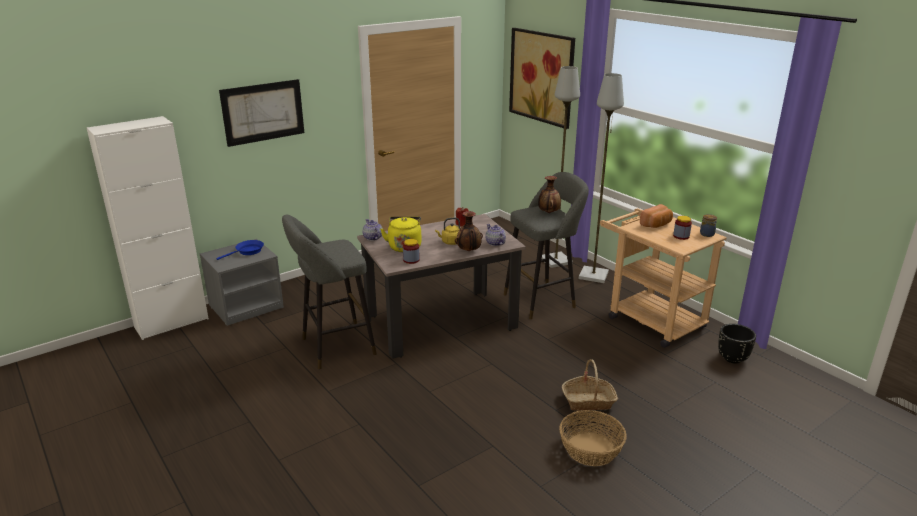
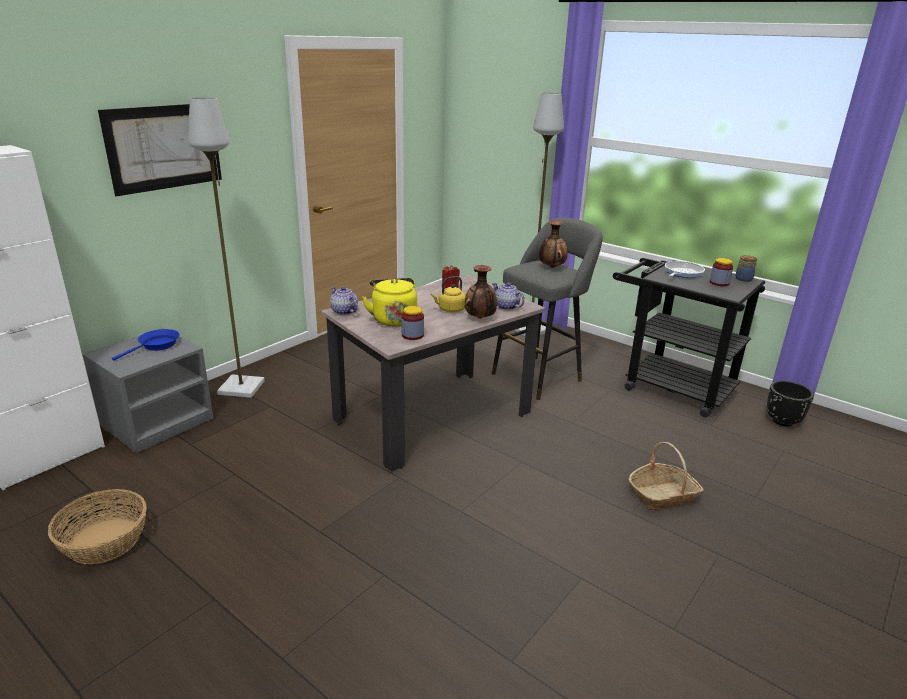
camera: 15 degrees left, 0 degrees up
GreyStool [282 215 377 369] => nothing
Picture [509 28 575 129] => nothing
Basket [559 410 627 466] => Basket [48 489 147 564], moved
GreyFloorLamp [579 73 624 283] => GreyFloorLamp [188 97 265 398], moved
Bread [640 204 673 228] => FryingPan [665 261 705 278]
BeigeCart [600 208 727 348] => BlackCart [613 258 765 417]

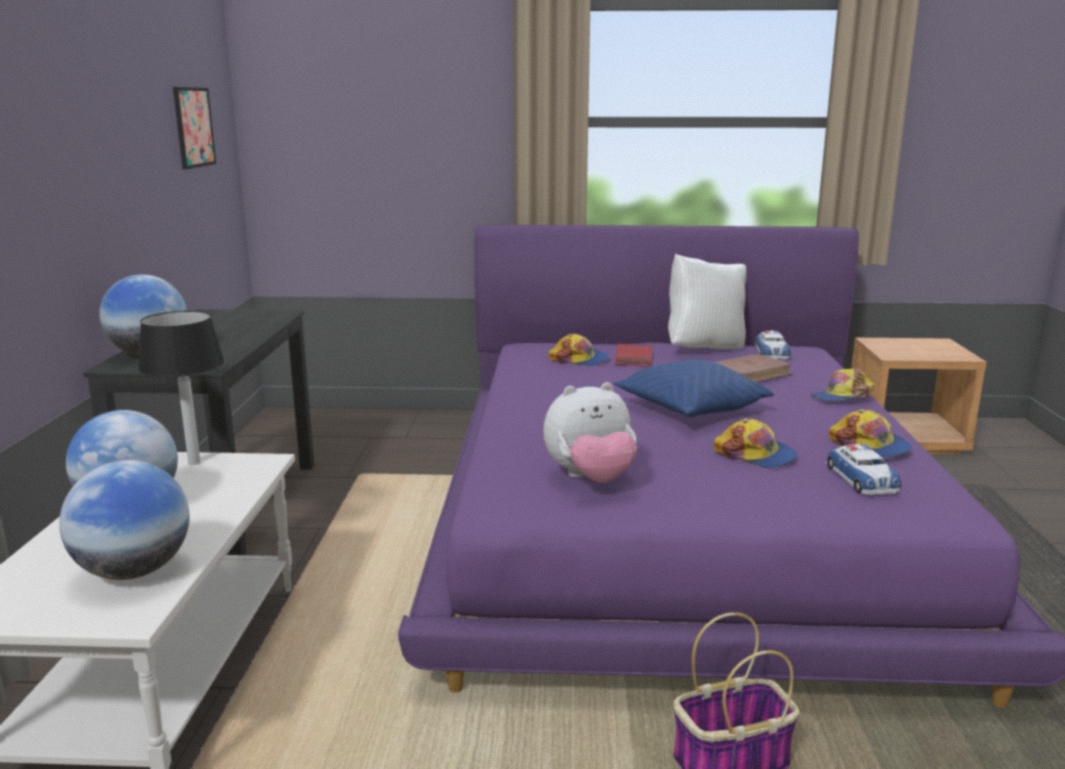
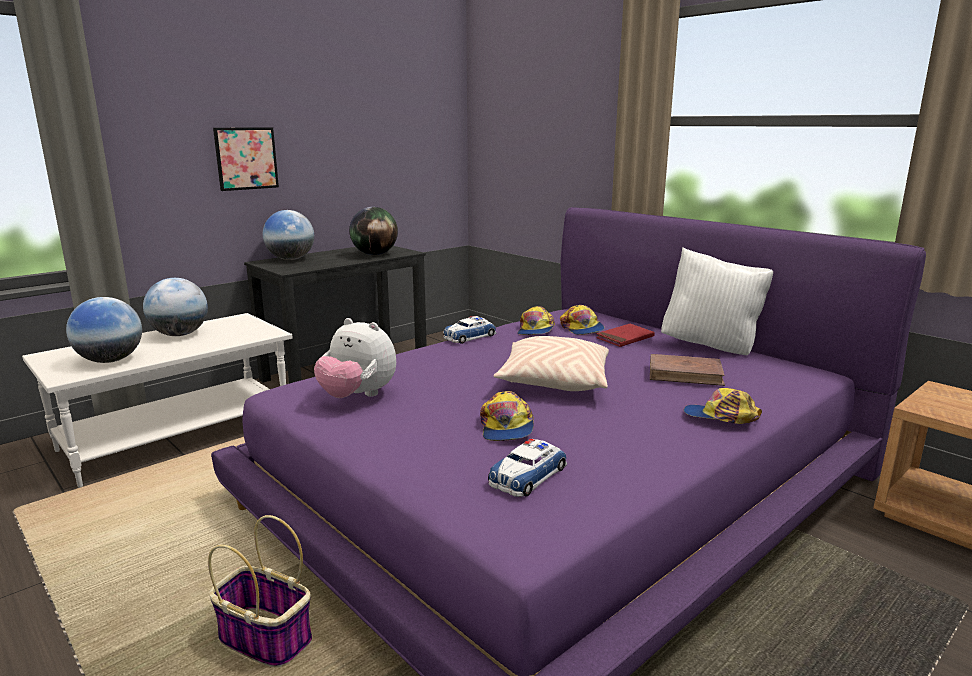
camera: 45 degrees right, 0 degrees up
TableLamp [138 311 224 465] => nothing
nothing => Globe [349 207 398 255]
Picture [173 87 216 169] => Picture [213 127 279 191], moved
ToyCar [754 330 791 360] => ToyCar [443 316 496 344], moved
Cap [829 409 912 459] => Cap [517 306 555 335], moved
BluePillow [614 360 774 417] => BeigePillow [493 336 609 391]

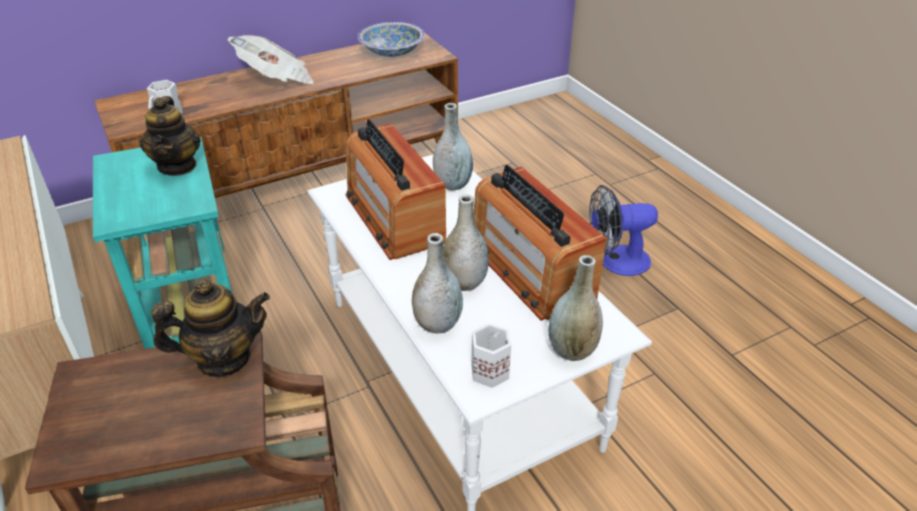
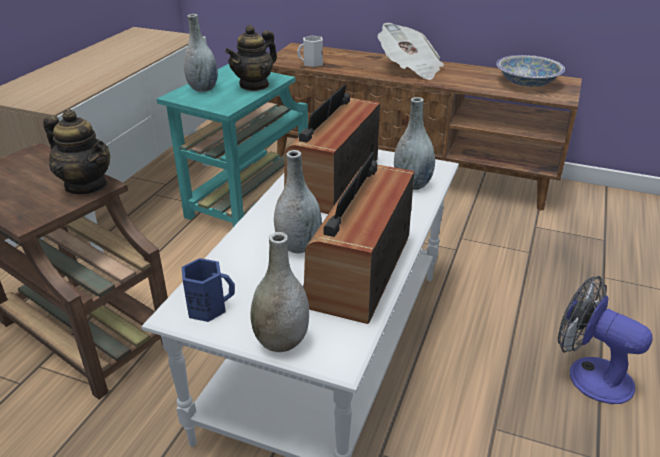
camera: 50 degrees right, 5 degrees down
GreyVase [412 233 463 334] => GreyVase [184 14 218 92], moved
WhiteMug [472 324 511 388] => BlueMug [182 258 235 322]

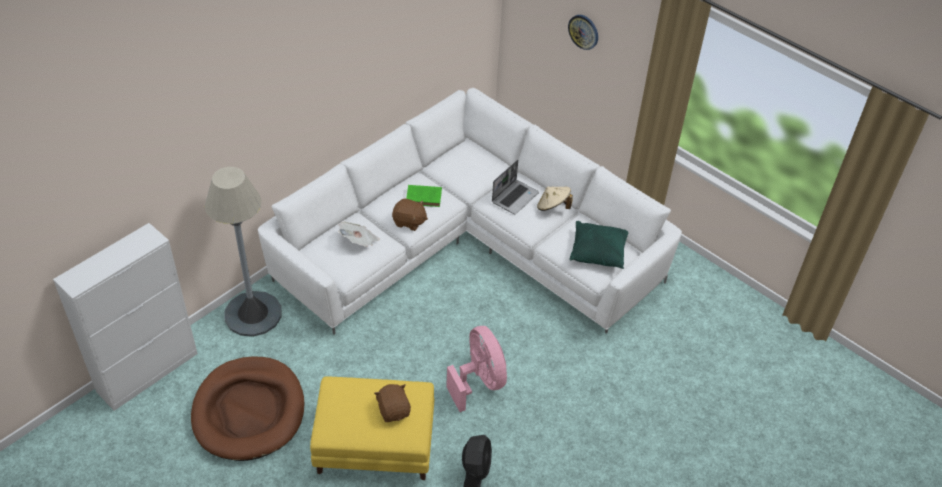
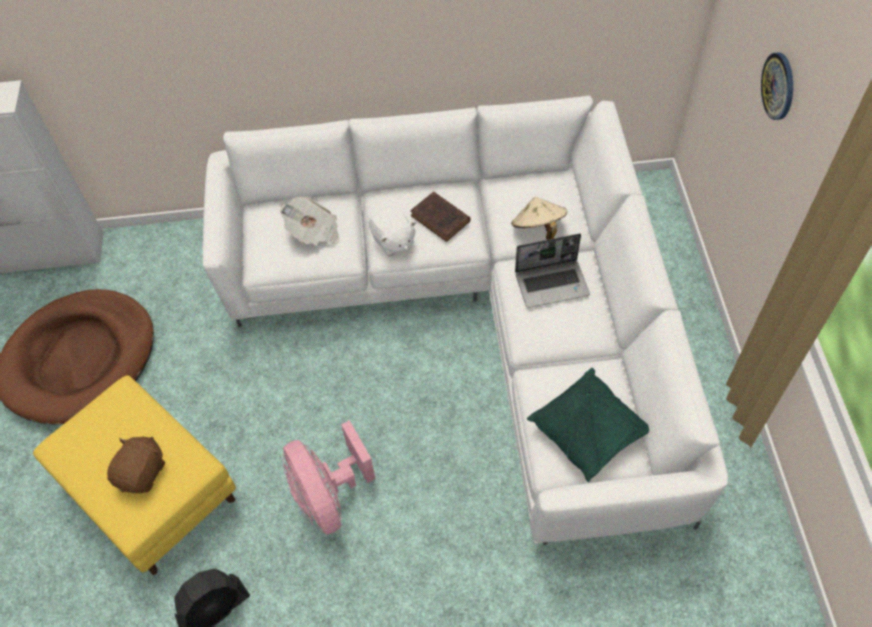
camera: 45 degrees right, 10 degrees up
GreyFloorLamp [205 167 282 337] => nothing
BeigeHat [537 186 573 211] => BeigeHat [511 196 567 240], moved
BrownPlushToy [392 198 428 231] => WhitePlushToy [369 206 416 256]
GreenBook [406 185 442 207] => BrownBook [410 192 470 242]
PinkFan [446 326 507 412] => PinkFan [283 420 376 535], 135 degrees clockwise

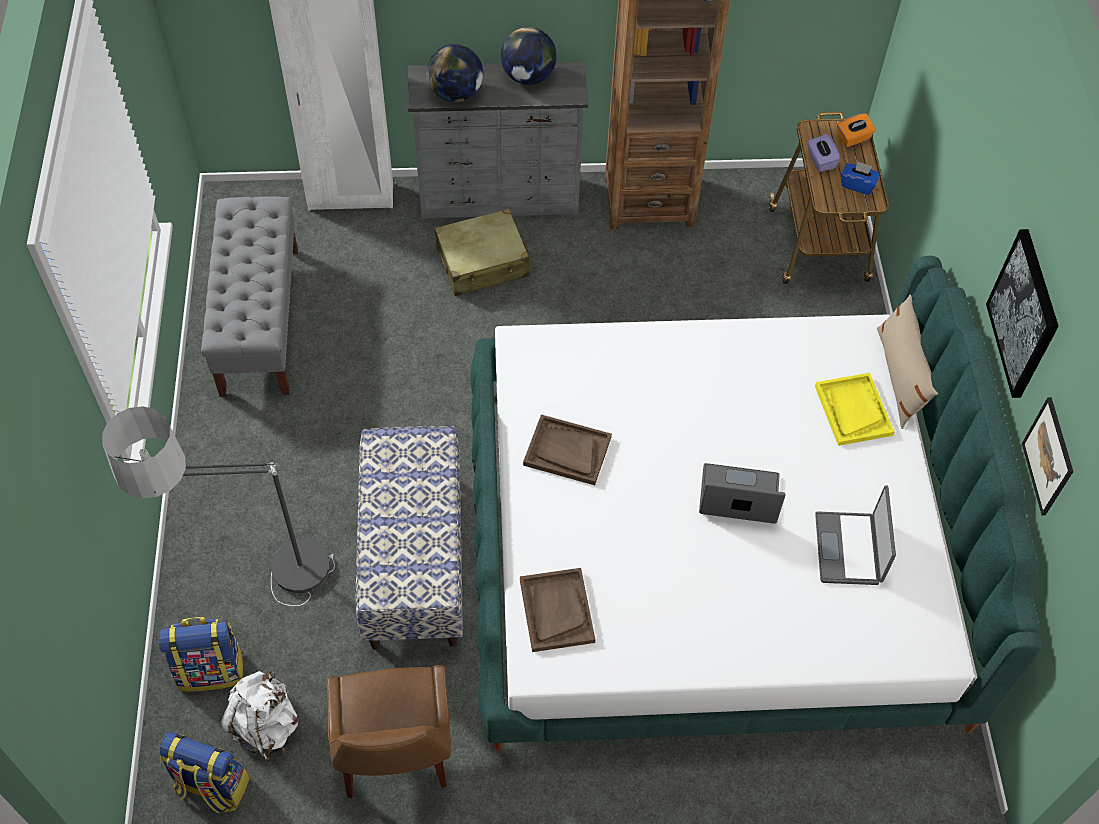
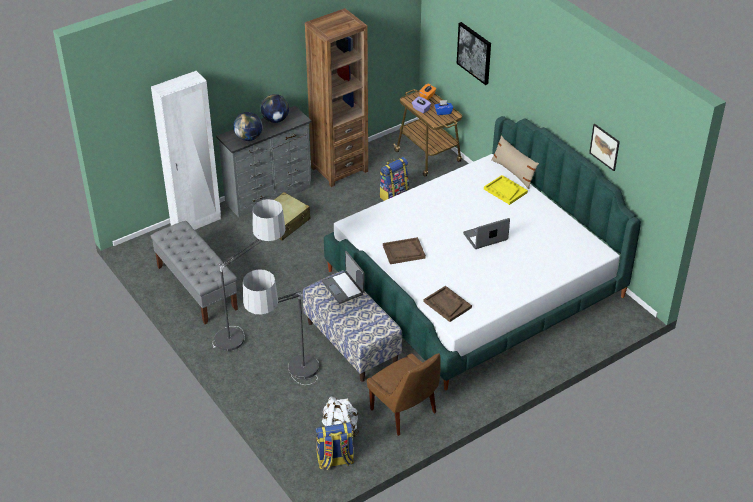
camera: 30 degrees left, 15 degrees down
nothing => FloorLamp [212 199 286 351]
Backpack [158 617 243 692] => Backpack [379 157 409 201], moved
Laptop [815 485 896 585] => Laptop [322 251 365 304], moved
Picture [986 229 1059 398] => Picture [457 22 491 85], moved

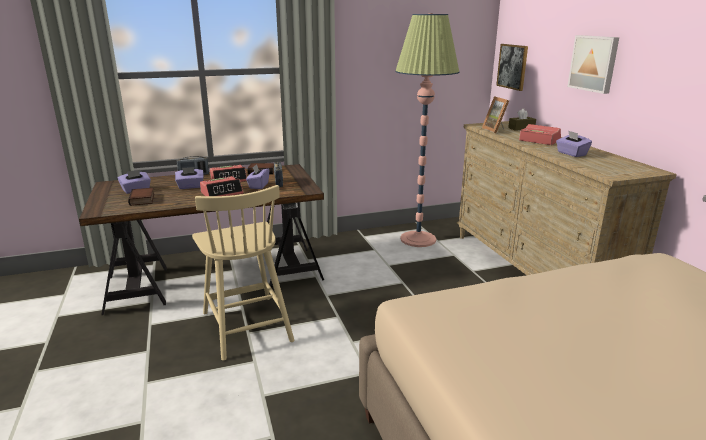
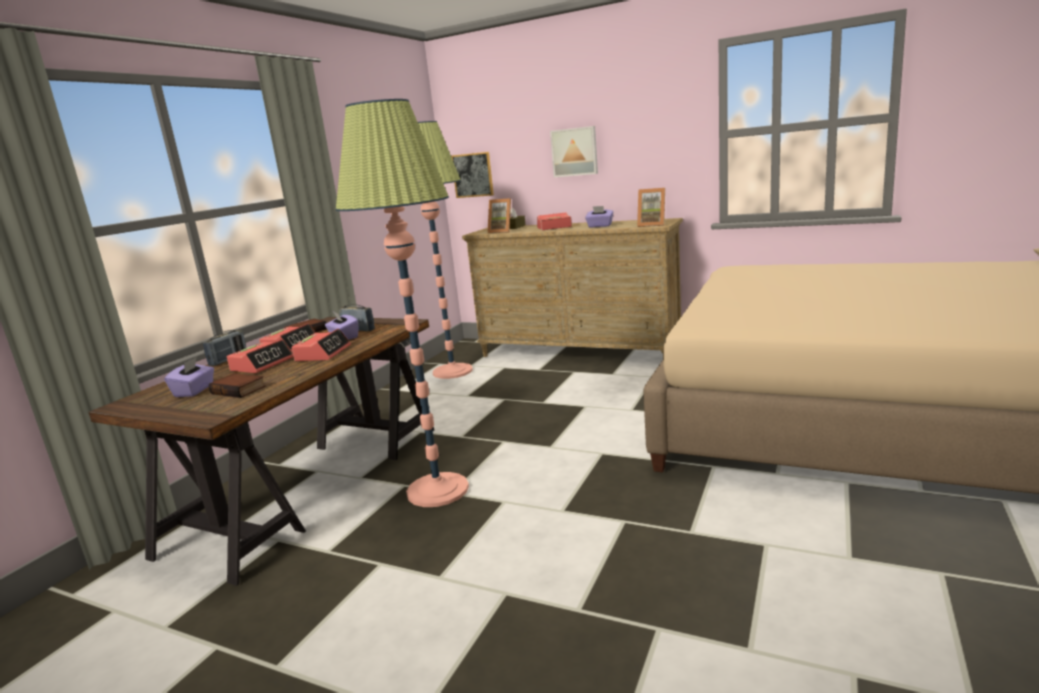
camera: 45 degrees left, 5 degrees down
nothing => PictureFrame [637 188 665 227]
PurpleTissueBox [175 167 204 189] => AlarmClock [227 339 293 373]
BeigeChair [192 185 294 361] => FloorLamp [336 99 469 507]

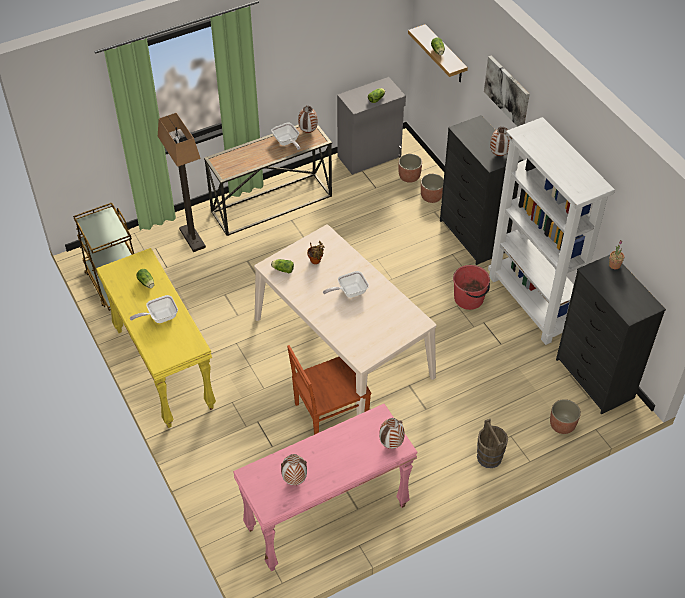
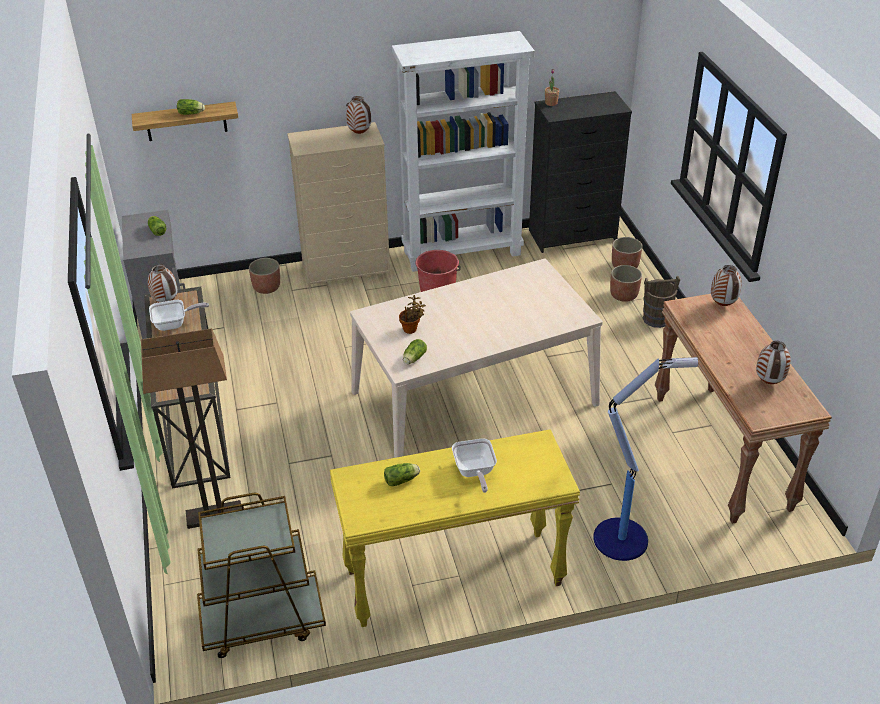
camera: 75 degrees left, 10 degrees down
BrownChair [287 345 371 435] => nothing
FryingPan [323 271 369 298] => nothing
Picture [484 56 530 127] => nothing
nothing => FloorLamp [593 357 698 561]
Planter [398 154 422 183] => Planter [610 265 642 302], moved
PinkConsoleTable [233 404 417 571] => BrownConsoleTable [655 294 832 524]
BlackDresser [440 115 523 265] => BeigeDresser [287 122 390 289]

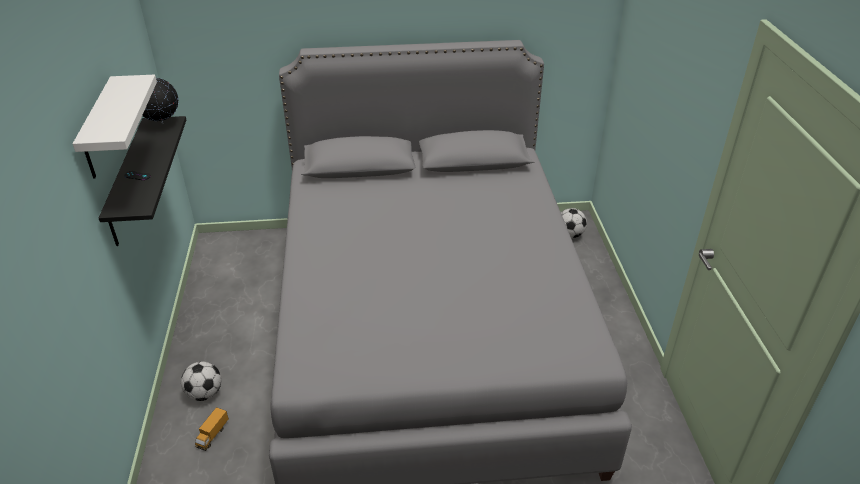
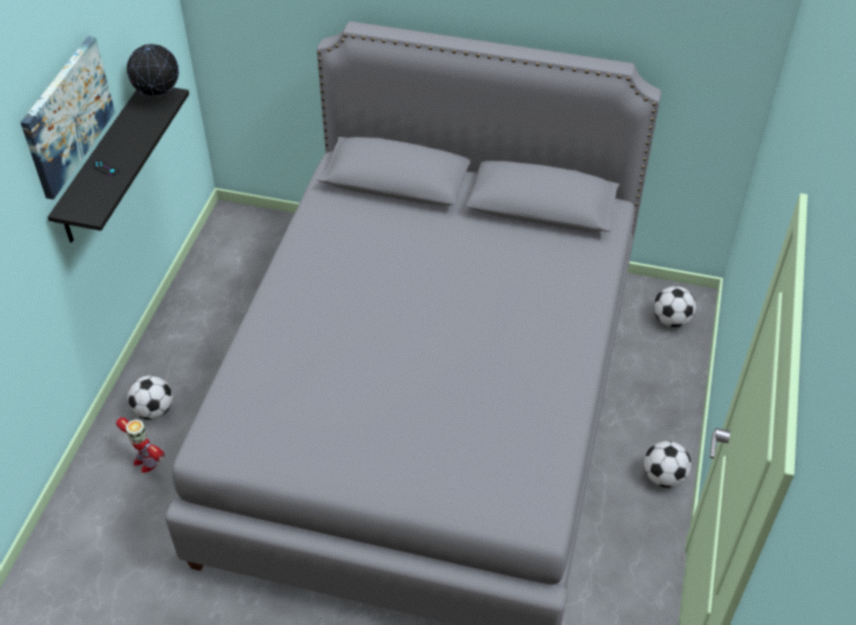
camera: 20 degrees right, 10 degrees up
nothing => Football [644 441 691 488]
WhiteShelf [73 75 157 179] => Picture [20 36 115 200]
ToyTruck [195 407 229 451] => ToyRobot [116 418 165 473]

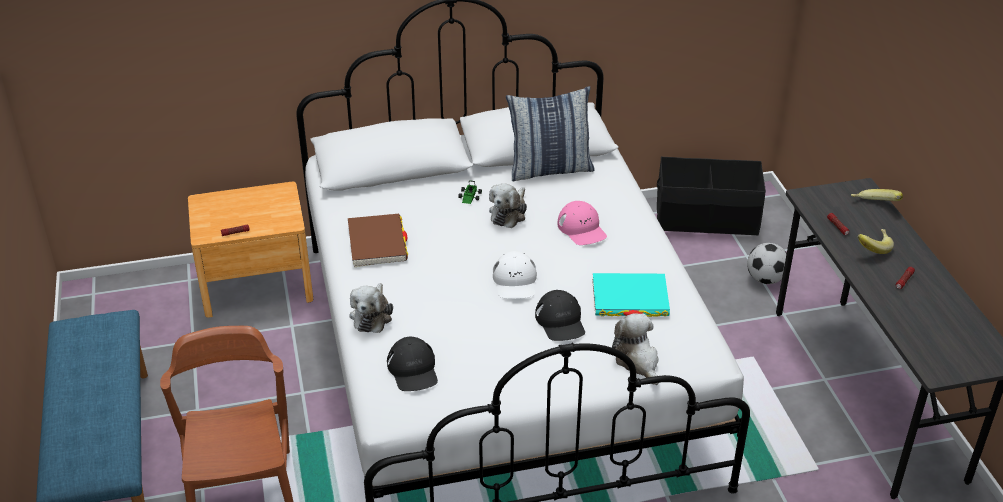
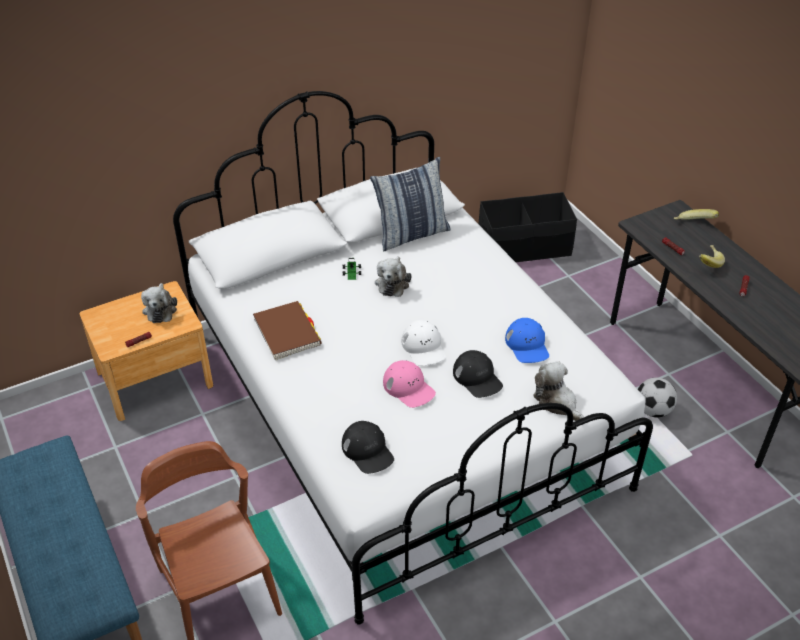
camera: 15 degrees left, 5 degrees up
PlushToy [349 283 393 333] => PlushToy [141 283 177 323], moved
PinkCap [558 201 607 245] => PinkCap [383 360 436 408], moved
Football [747 243 787 284] => Football [638 377 677 418], moved
TurquoiseBook [593 273 670 317] => BlueCap [505 318 549 363]

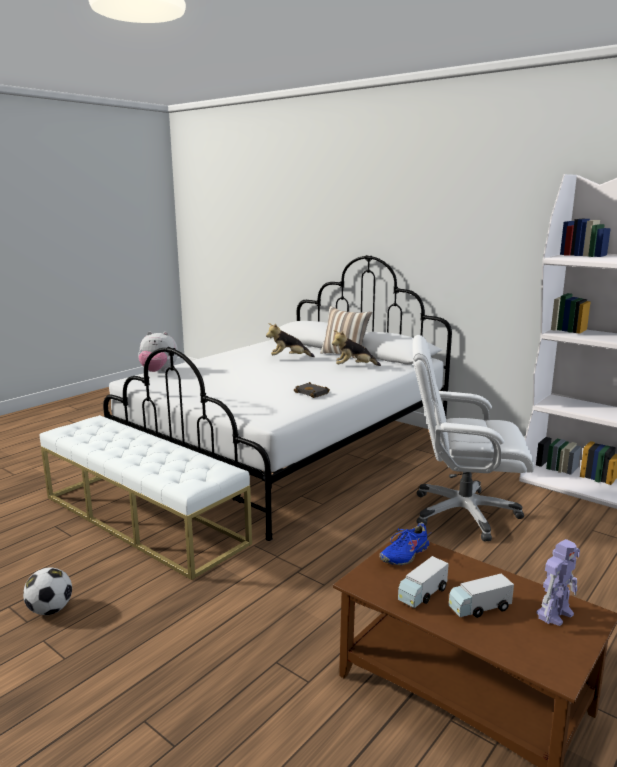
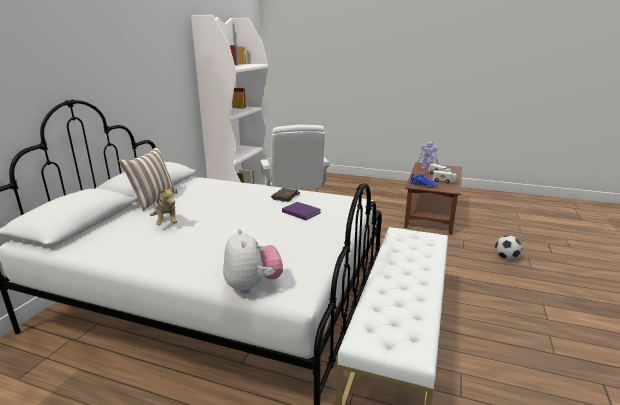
camera: 110 degrees left, 5 degrees up
PlushToy [332 330 381 366] => nothing
nothing => PurpleBook [282 202 321 220]
Football [23 567 72 615] => Football [495 235 522 260], moved

